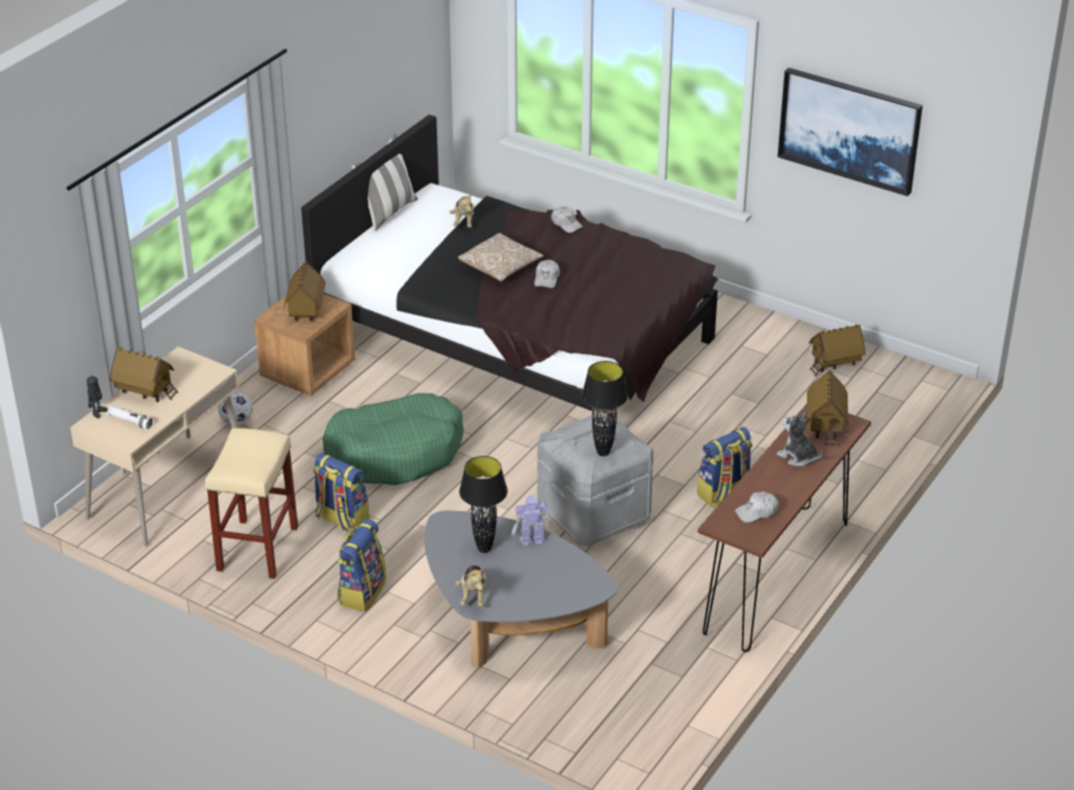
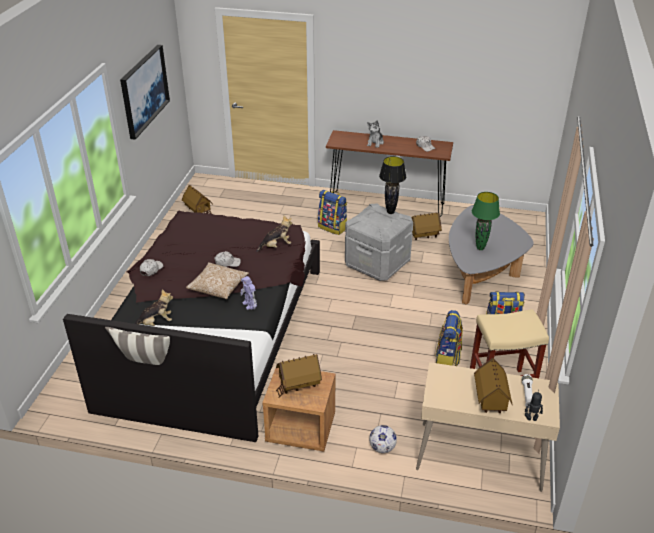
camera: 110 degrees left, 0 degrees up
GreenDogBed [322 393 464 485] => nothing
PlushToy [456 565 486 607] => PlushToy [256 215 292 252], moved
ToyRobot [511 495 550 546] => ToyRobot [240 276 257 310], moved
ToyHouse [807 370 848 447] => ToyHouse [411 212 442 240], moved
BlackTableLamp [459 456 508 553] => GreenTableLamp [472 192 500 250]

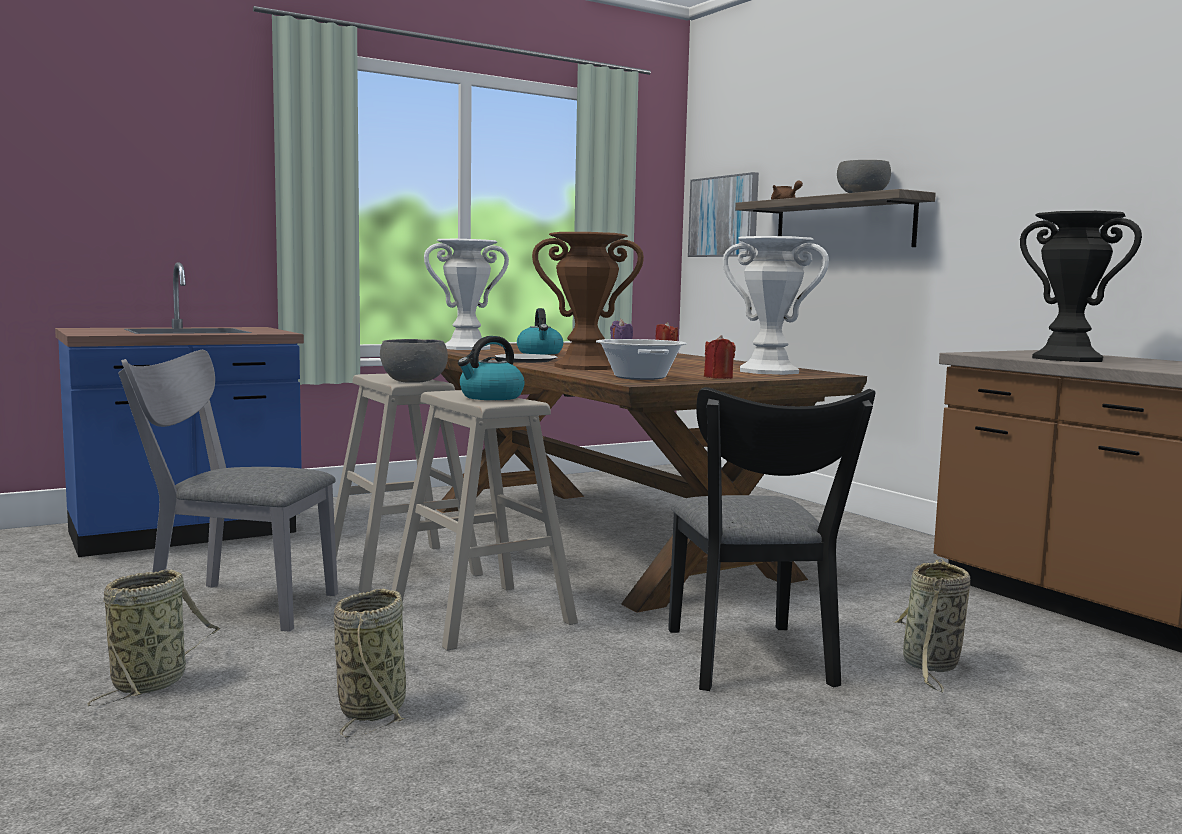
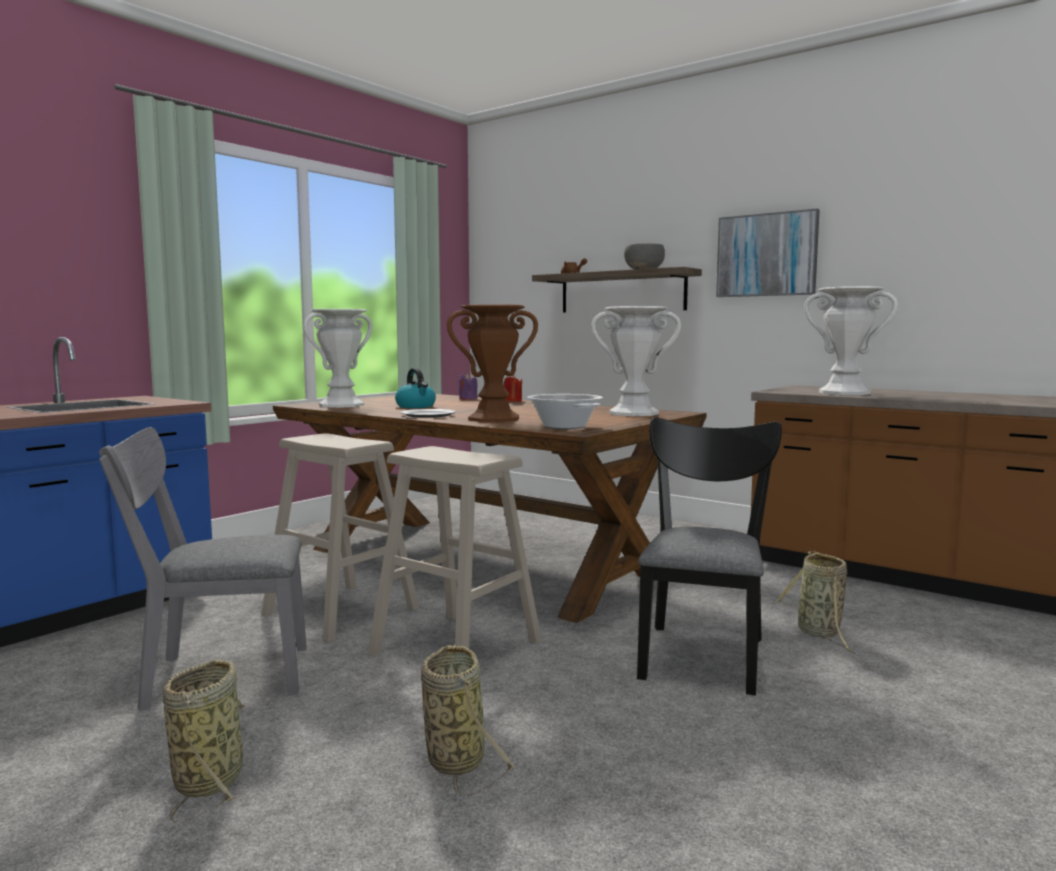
camera: 20 degrees left, 0 degrees up
GreyBowl [380 339 448 383] => nothing
Kettle [458 336 525 400] => nothing
RedCandle [704 335 736 379] => nothing
Picture [688 172 759 257] => Picture [716 209 820 297], moved
BlackVase [1020 211 1142 362] => WhiteVase [804 286 898 395]
BlackChair [668 387 875 691] => BlackChair [637 418 782 695], 135 degrees counterclockwise

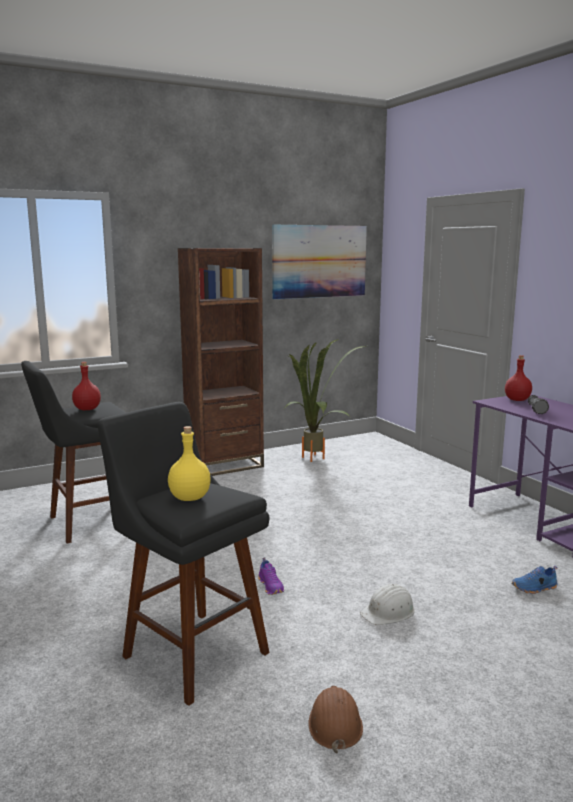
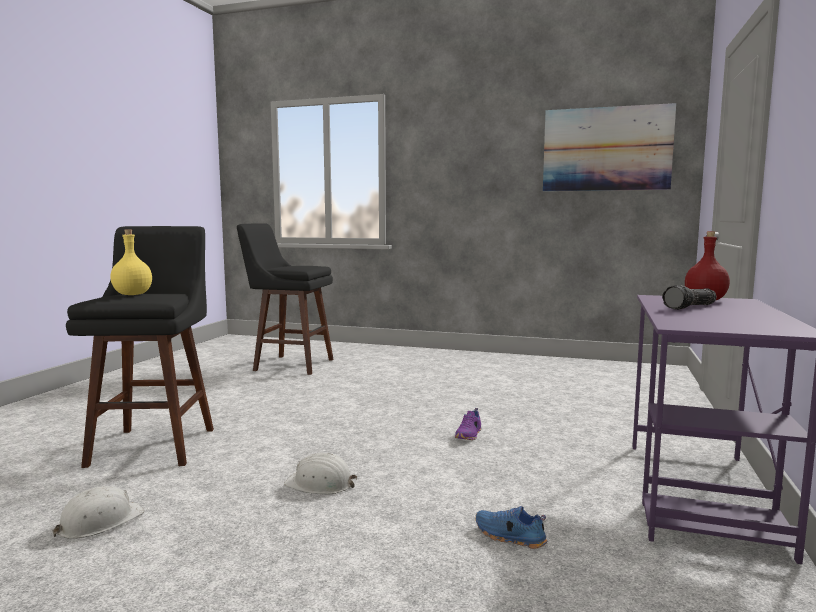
camera: 45 degrees right, 5 degrees down
RedBottle [72 362 101 410] => nothing
BrownBookcase [178 248 264 476] => nothing
PottedPlant [283 339 366 462] => nothing
PurpleShoe [258 557 284 595] => PurpleShoe [455 408 481 440], moved
BrownHardHat [308 686 363 754] => WhiteHardHat [52 486 145 539]

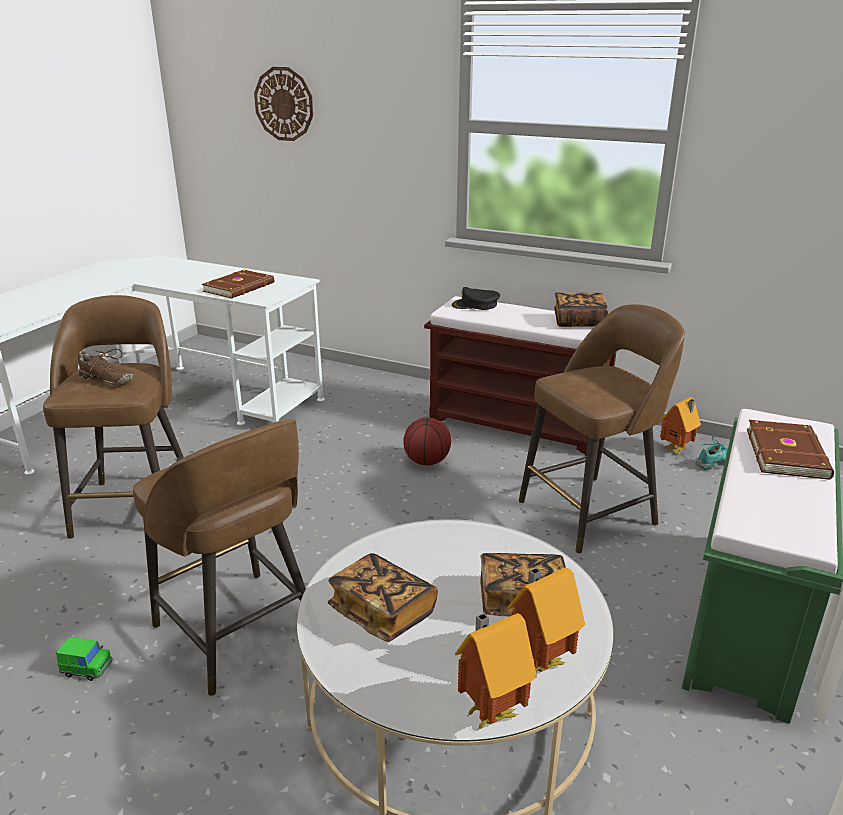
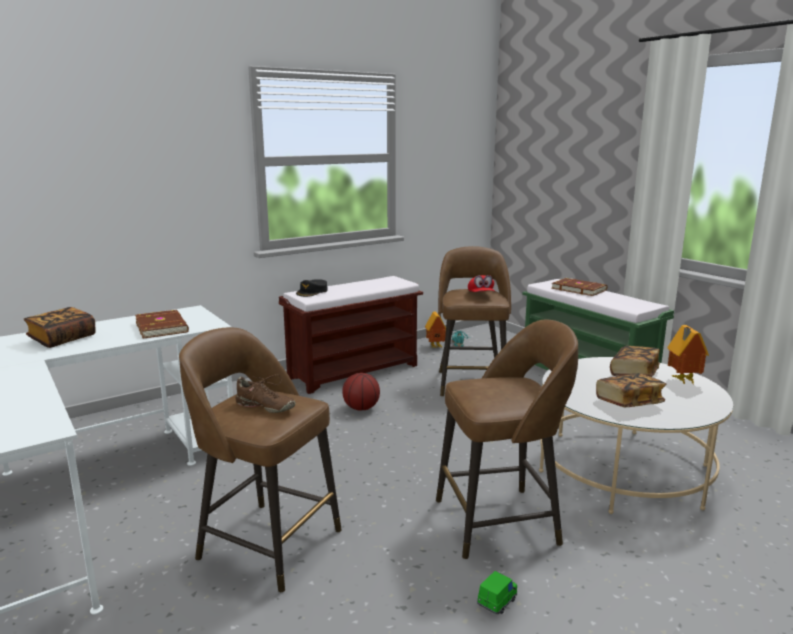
camera: 60 degrees left, 10 degrees down
WallClock [254 67 313 141] => nothing
ToyHouse [455 613 537 731] => nothing
nothing => RedCap [468 275 495 292]
Book [554 292 608 327] => Book [23 307 96 348], moved
BrownShoe [76 349 133 386] => BrownShoe [236 374 295 413], 60 degrees clockwise

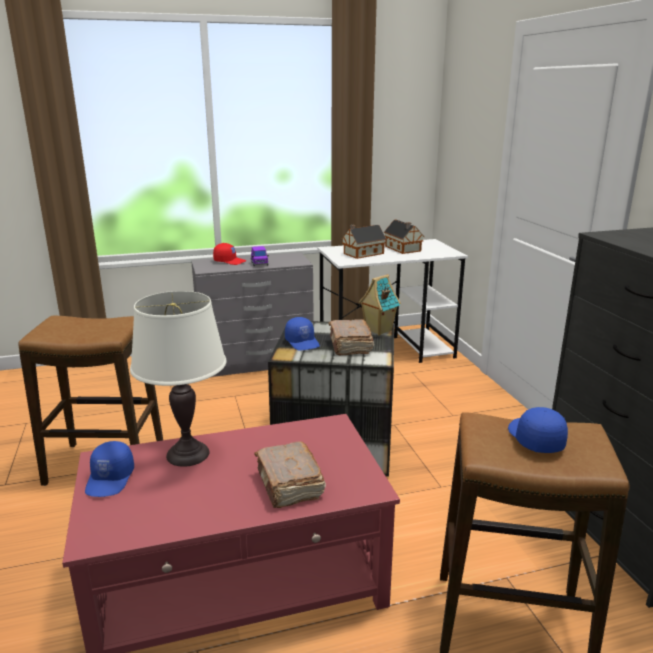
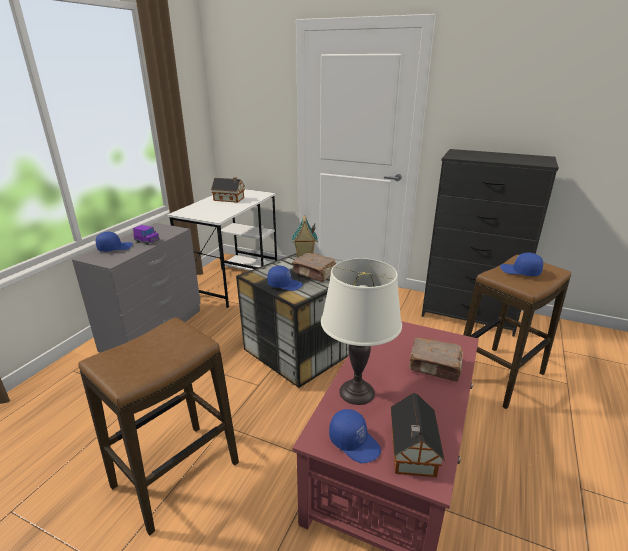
camera: 50 degrees left, 5 degrees up
ToyHouse [342 225 386 259] => ToyHouse [390 393 445 477], moved
RedCap [213 243 246 265] => BlueCap [96 232 133 252]

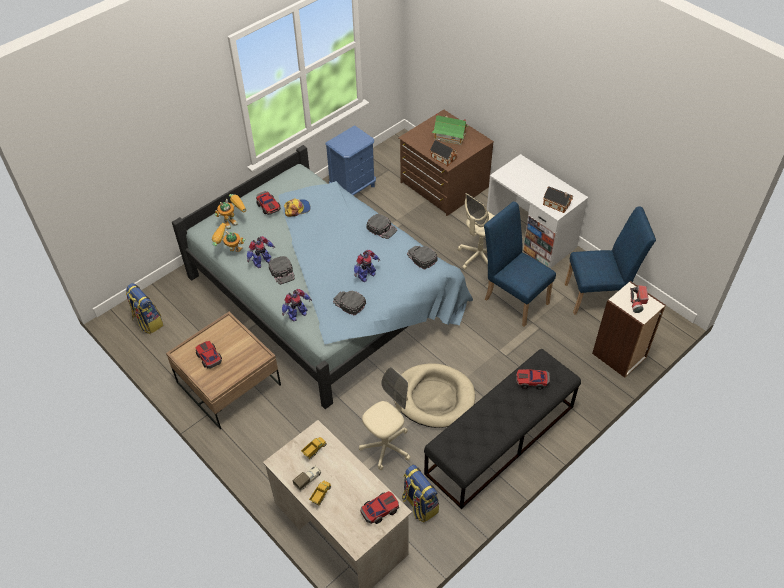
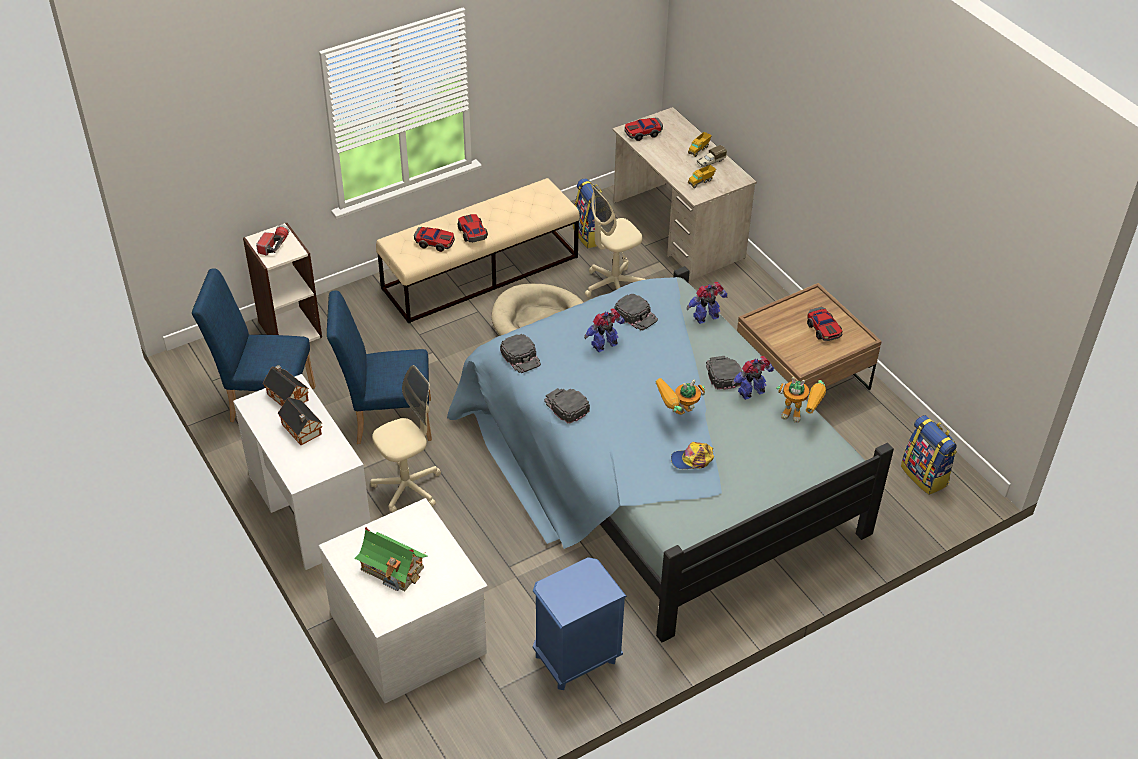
camera: 170 degrees left, 5 degrees down
ToyRobot [215 194 247 229] => ToyRobot [656 378 705 415], moved
ToyCar [256 191 281 215] => ToyCar [458 214 488 242], moved
ToyHouse [430 138 458 166] => ToyHouse [277 397 323 445], moved
BrownDresser [398 110 494 216] => WhiteDresser [319 498 487 704]
BlackBench [424 349 581 509] => BeigeBench [376 178 580 323]
BlueChair [484 202 556 327] => BlueChair [327 290 432 444], 120 degrees clockwise

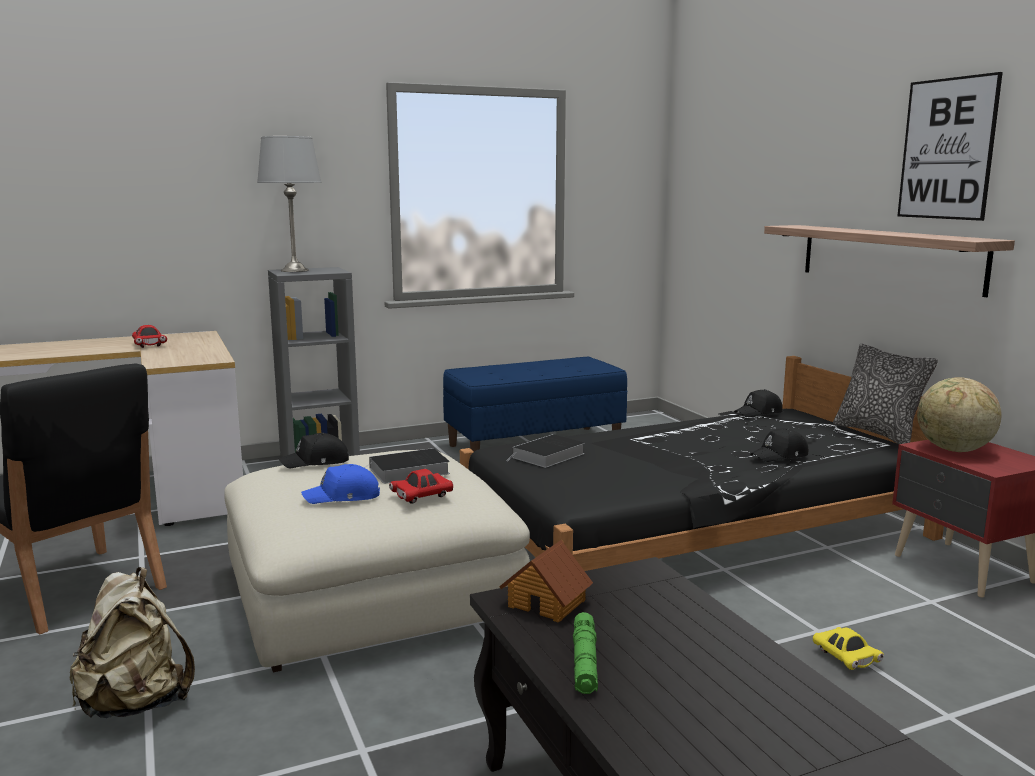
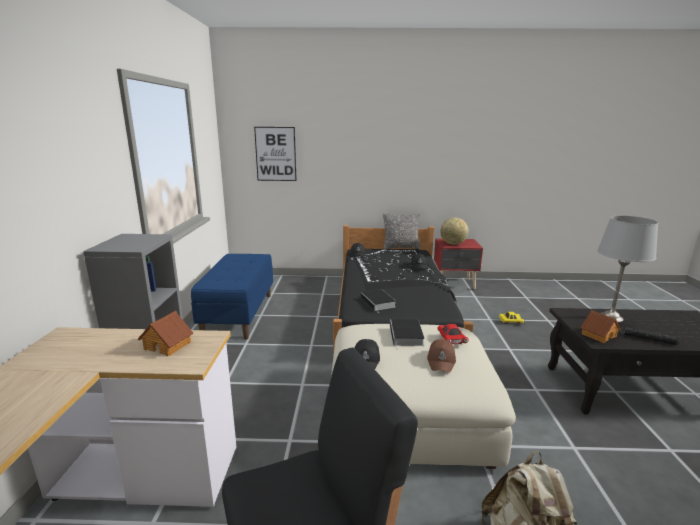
camera: 65 degrees left, 5 degrees up
RedToyCar [132 325 167 348] => nothing
Shelf [764 225 1015 297] => nothing
nothing => ToyHouse [138 311 193 357]
GreyTableLamp [257 136 321 272] => GreyTableLamp [597 216 658 322], moved
Picture [897 72 1003 221] => Picture [254 127 296 181], moved
BlueCap [301 464 380 504] => BrownCap [427 339 456 373]
GreenFlashlight [573 612 598 694] => BlackFlashlight [623 327 679 345]

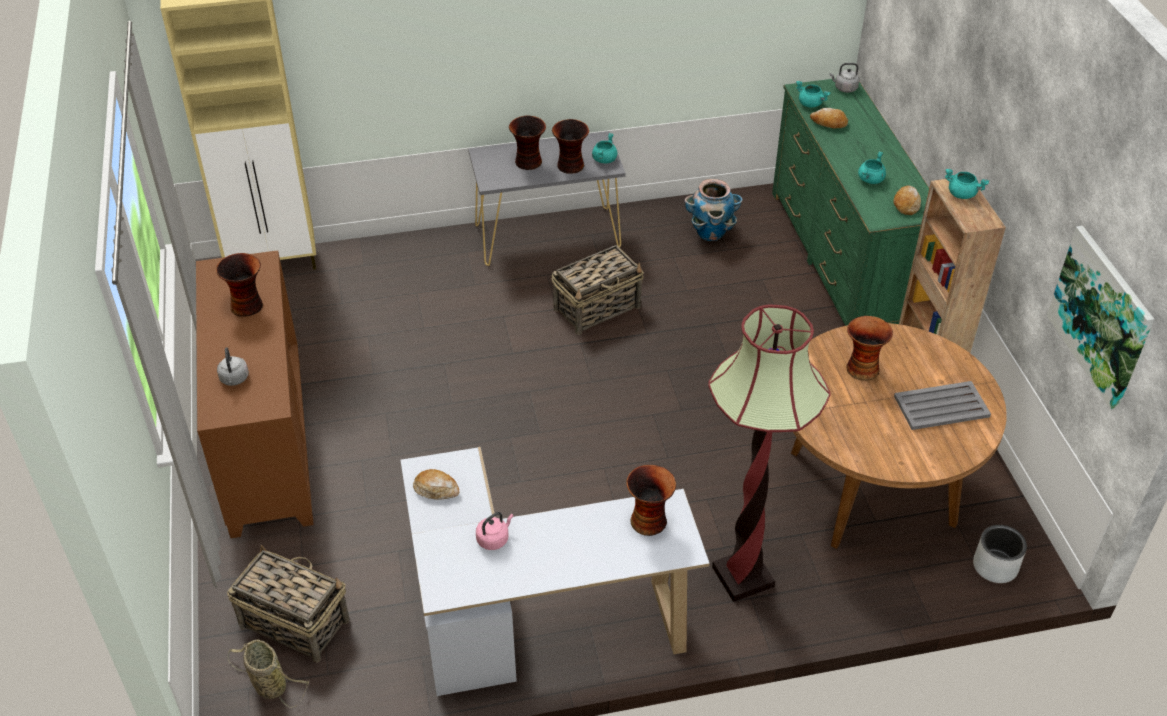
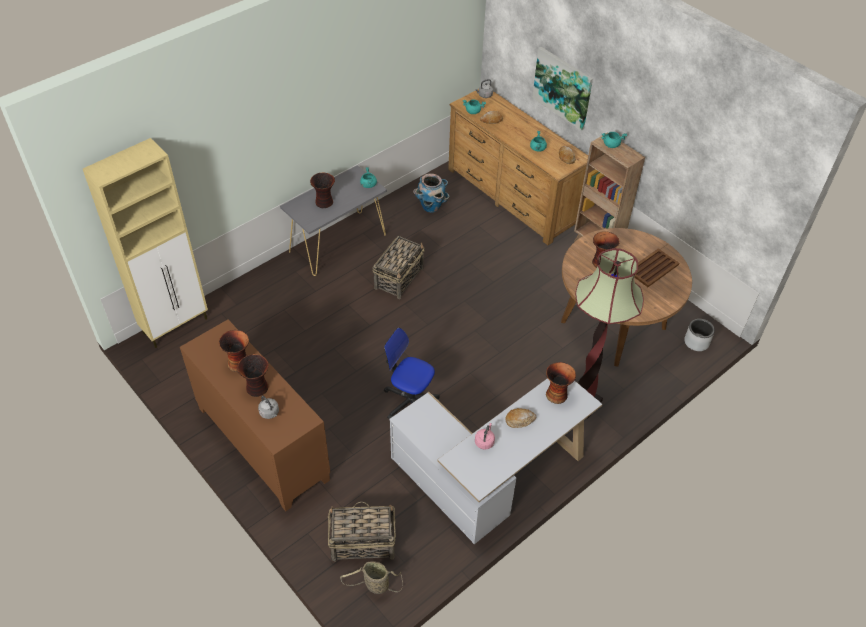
camera: 30 degrees left, 5 degrees up
nothing => OfficeChair [384 328 440 419]
Bread [413 469 459 500] => Bread [505 408 536 428], moved
Vase [552 119 589 174] => Vase [237 354 269 397], moved
Picture [1047 226 1154 410] => Picture [532 47 593 131], moved
GreenDresser [772 78 929 326] => BrownDresser [448 89 588 245]
GreyTray [894 381 991 430] => BrownTray [634 248 679 287]

